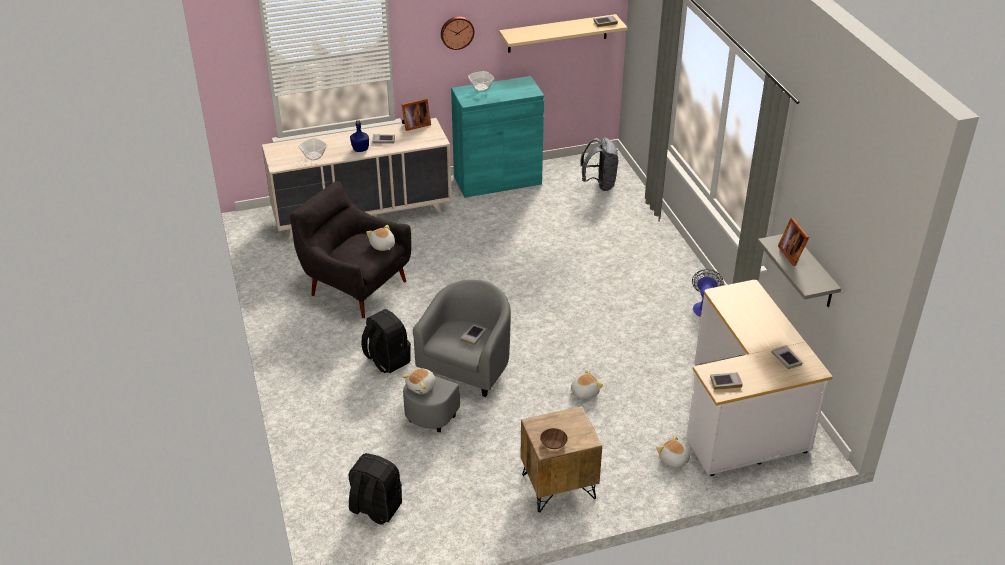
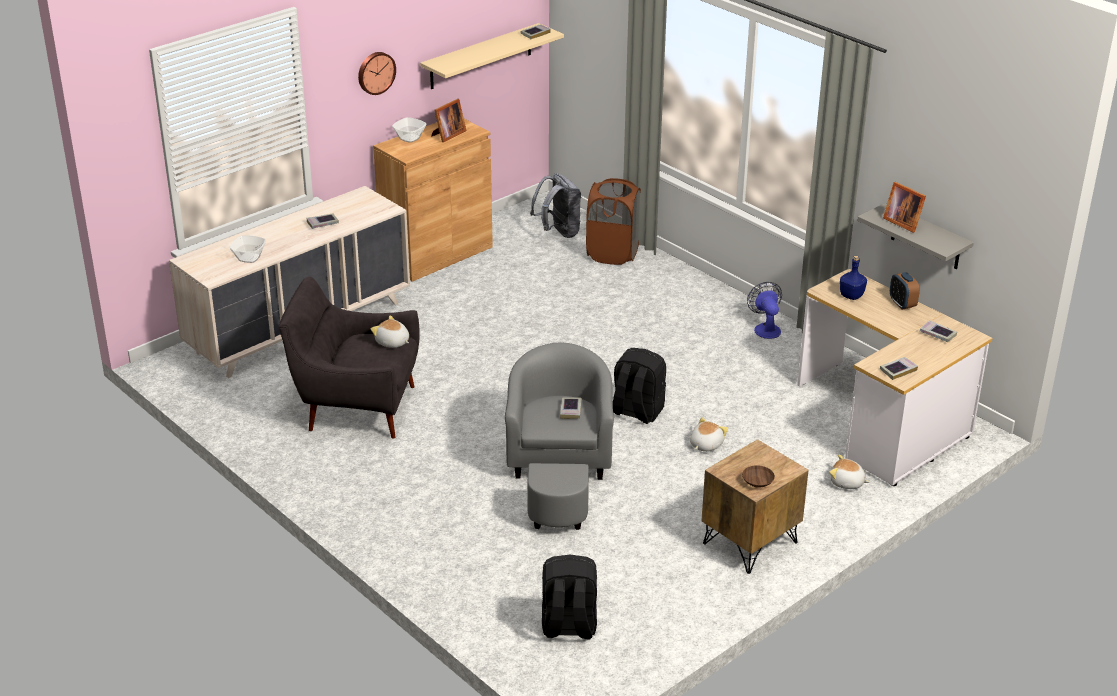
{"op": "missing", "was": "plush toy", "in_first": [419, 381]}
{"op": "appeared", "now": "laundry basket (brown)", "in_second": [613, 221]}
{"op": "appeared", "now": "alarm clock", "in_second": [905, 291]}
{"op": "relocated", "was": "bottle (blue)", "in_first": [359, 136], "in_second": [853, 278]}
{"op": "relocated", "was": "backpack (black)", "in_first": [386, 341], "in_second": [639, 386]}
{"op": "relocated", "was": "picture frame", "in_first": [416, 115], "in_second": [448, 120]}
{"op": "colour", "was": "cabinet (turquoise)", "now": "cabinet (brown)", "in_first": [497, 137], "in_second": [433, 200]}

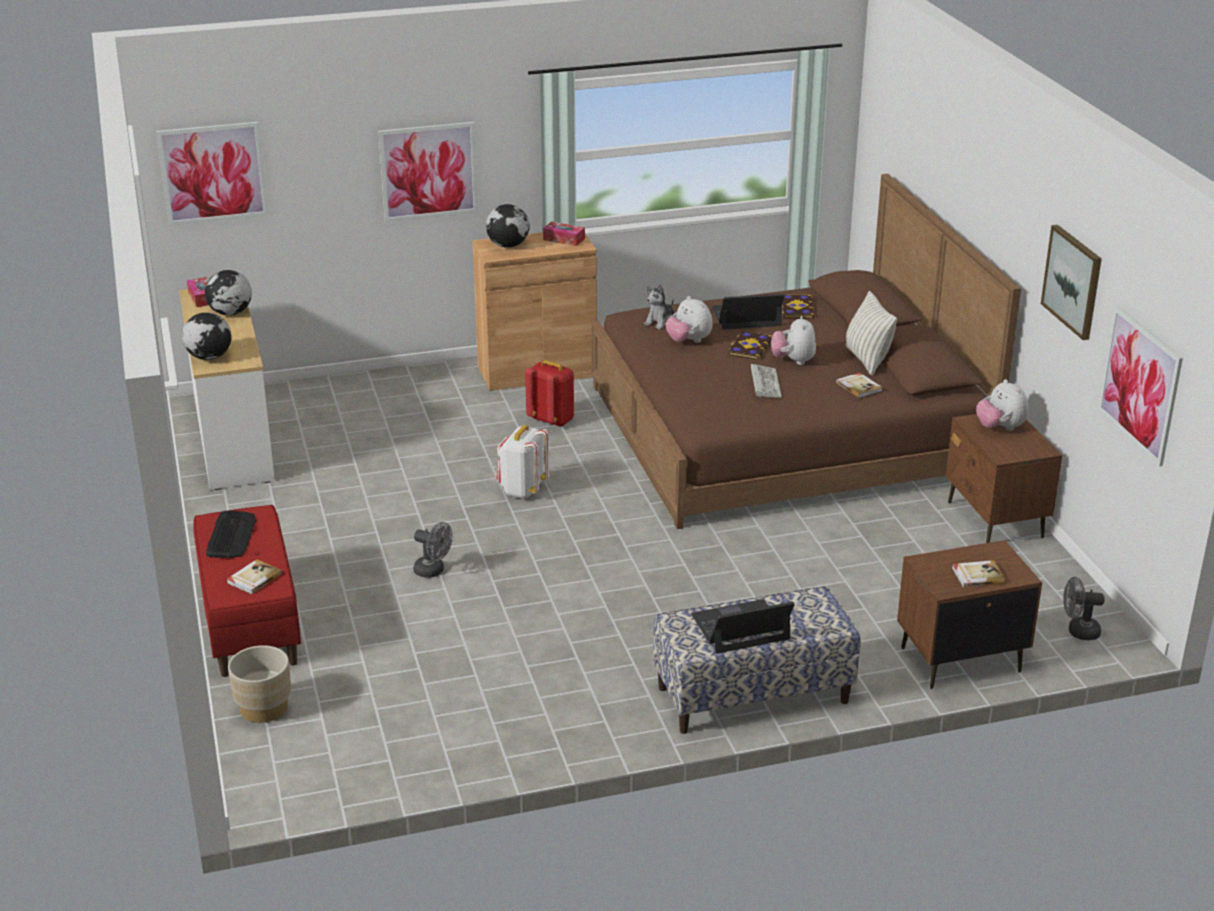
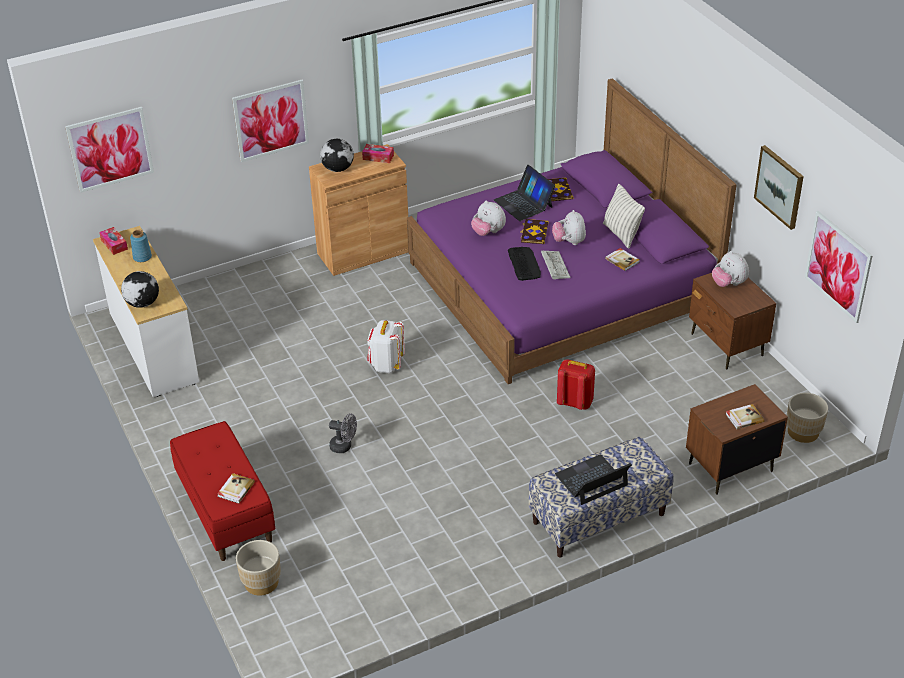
{"op": "missing", "was": "plush toy", "in_first": [659, 307]}
{"op": "relocated", "was": "keyboard", "in_first": [231, 534], "in_second": [524, 264]}
{"op": "relocated", "was": "backpack (red)", "in_first": [549, 393], "in_second": [576, 384]}
{"op": "exchanged", "was": "globe", "now": "vase (blue)", "in_first": [228, 292], "in_second": [141, 246]}
{"op": "exchanged", "was": "fan (grey)", "now": "planter (beige)", "in_first": [1084, 608], "in_second": [807, 418]}
{"op": "colour", "was": "bed (brown)", "now": "bed (purple)", "in_first": [806, 351], "in_second": [572, 231]}
{"op": "spun", "was": "laptop", "in_first": [748, 312], "in_second": [524, 193], "clockwise": -105}

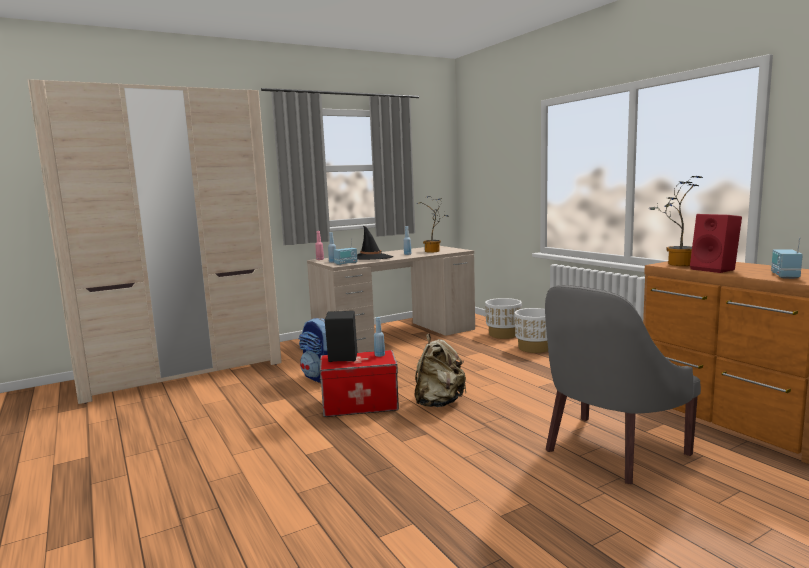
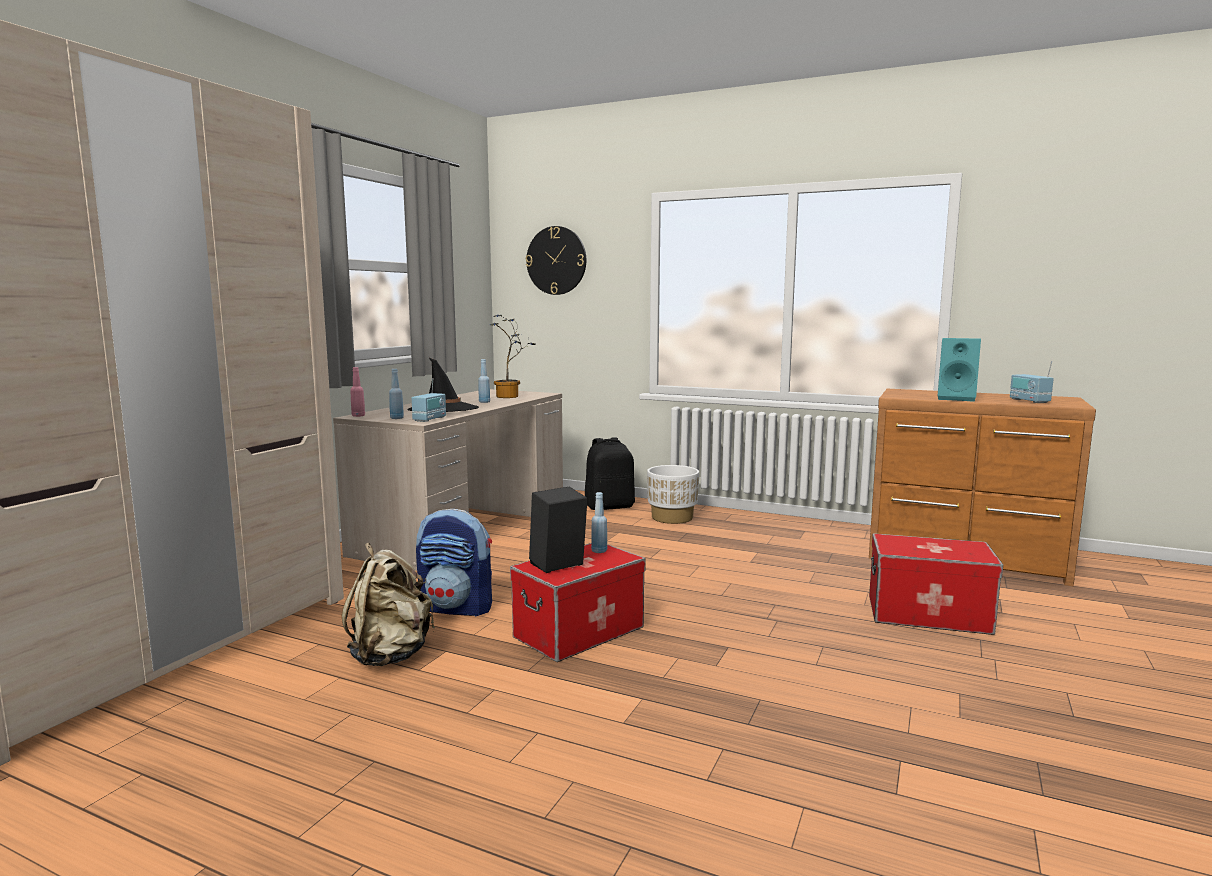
{"op": "missing", "was": "potted plant", "in_first": [675, 221]}
{"op": "appeared", "now": "wall clock", "in_second": [556, 260]}
{"op": "relocated", "was": "backpack (beige)", "in_first": [440, 370], "in_second": [388, 604]}
{"op": "exchanged", "was": "planter (white)", "now": "backpack (black)", "in_first": [503, 318], "in_second": [610, 473]}
{"op": "exchanged", "was": "armchair (grey)", "now": "storage box", "in_first": [623, 384], "in_second": [936, 584]}
{"op": "colour", "was": "speaker (red)", "now": "speaker (turquoise)", "in_first": [716, 243], "in_second": [959, 370]}

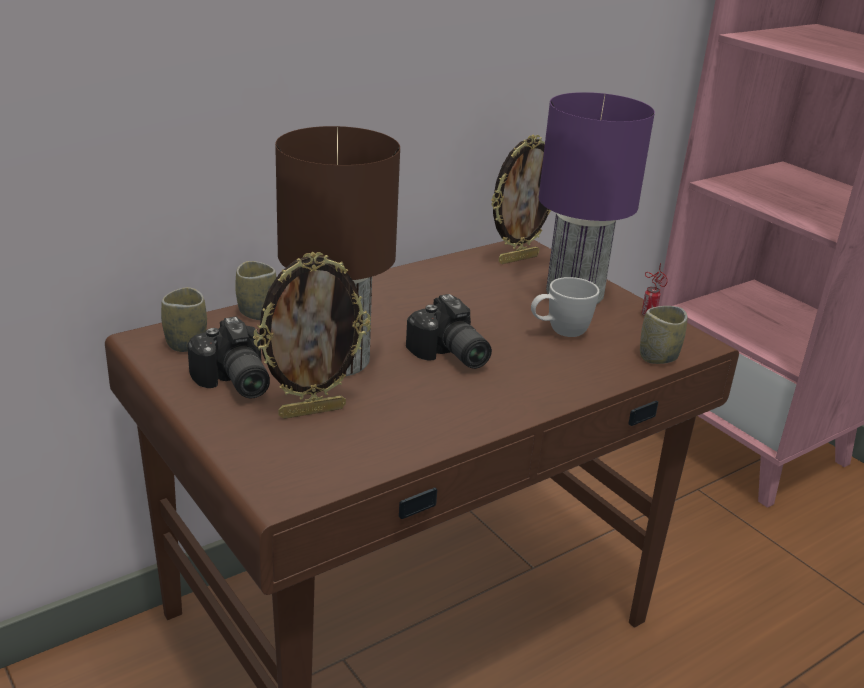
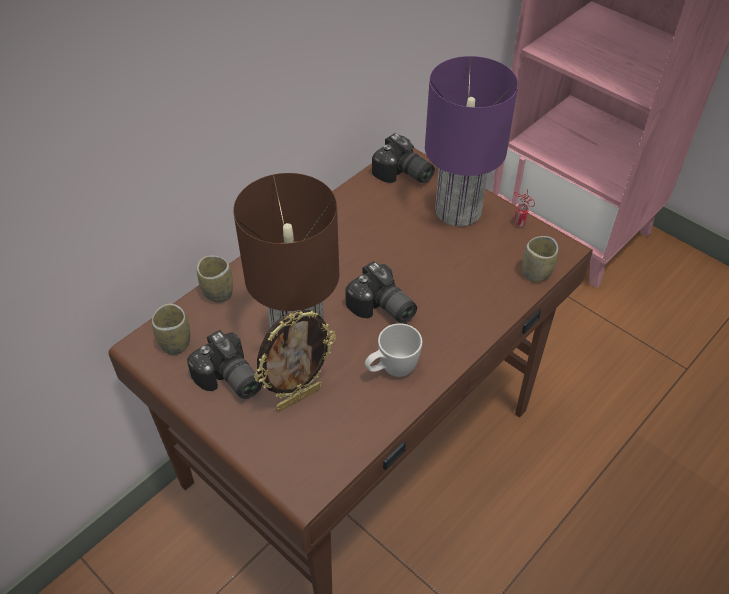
{"op": "relocated", "was": "mug (white)", "in_first": [565, 307], "in_second": [393, 350]}
{"op": "exchanged", "was": "picture frame", "now": "photo camera", "in_first": [521, 199], "in_second": [403, 158]}

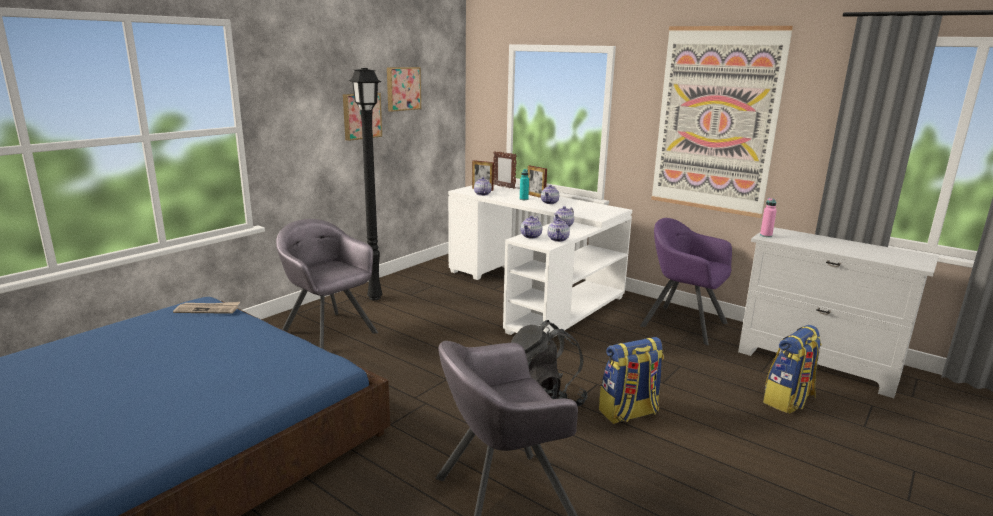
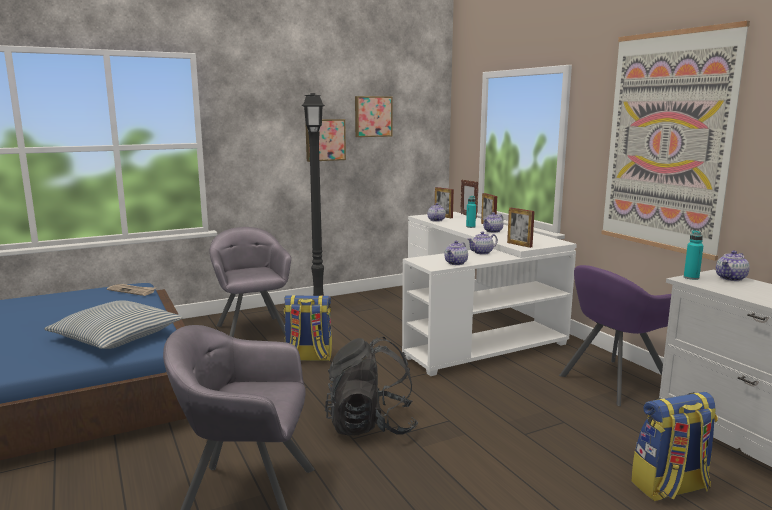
{"op": "appeared", "now": "pillow", "in_second": [113, 324]}
{"op": "appeared", "now": "picture frame", "in_second": [521, 228]}
{"op": "relocated", "was": "teapot", "in_first": [531, 227], "in_second": [733, 266]}
{"op": "relocated", "was": "backpack", "in_first": [631, 380], "in_second": [307, 328]}
{"op": "colour", "was": "bottle (pink)", "now": "bottle (turquoise)", "in_first": [768, 217], "in_second": [693, 255]}
{"op": "spun", "was": "armchair (purple)", "in_first": [686, 281], "in_second": [615, 335], "clockwise": -90}

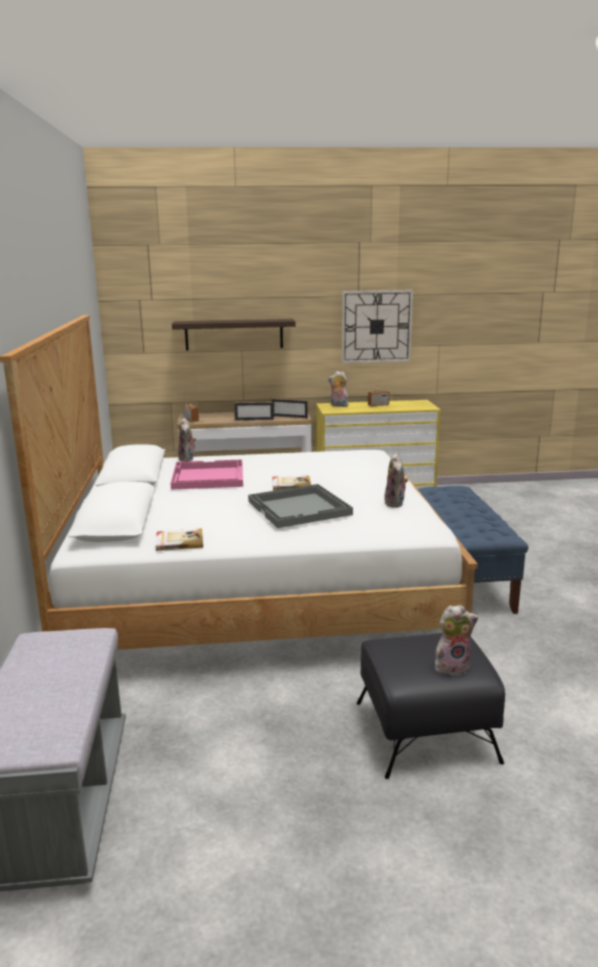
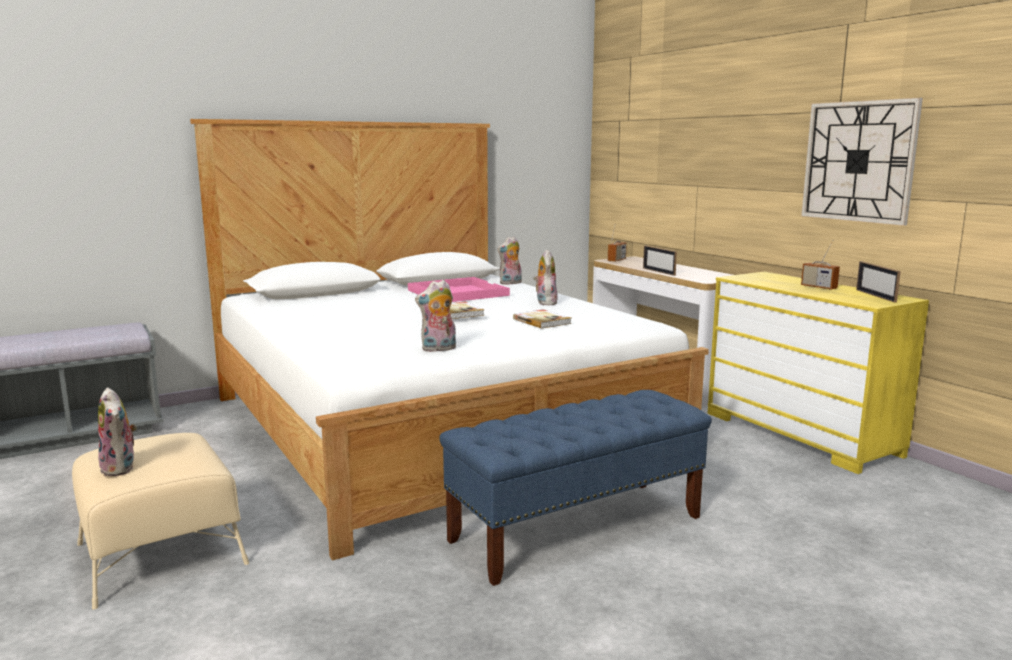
{"op": "missing", "was": "shelf", "in_first": [233, 334]}
{"op": "missing", "was": "tray (grey)", "in_first": [300, 506]}
{"op": "relocated", "was": "book", "in_first": [179, 539], "in_second": [542, 319]}
{"op": "relocated", "was": "picture frame", "in_first": [289, 409], "in_second": [878, 281]}
{"op": "relocated", "was": "plush toy", "in_first": [338, 389], "in_second": [546, 277]}
{"op": "colour", "was": "ottoman (black)", "now": "ottoman (beige)", "in_first": [431, 706], "in_second": [160, 521]}

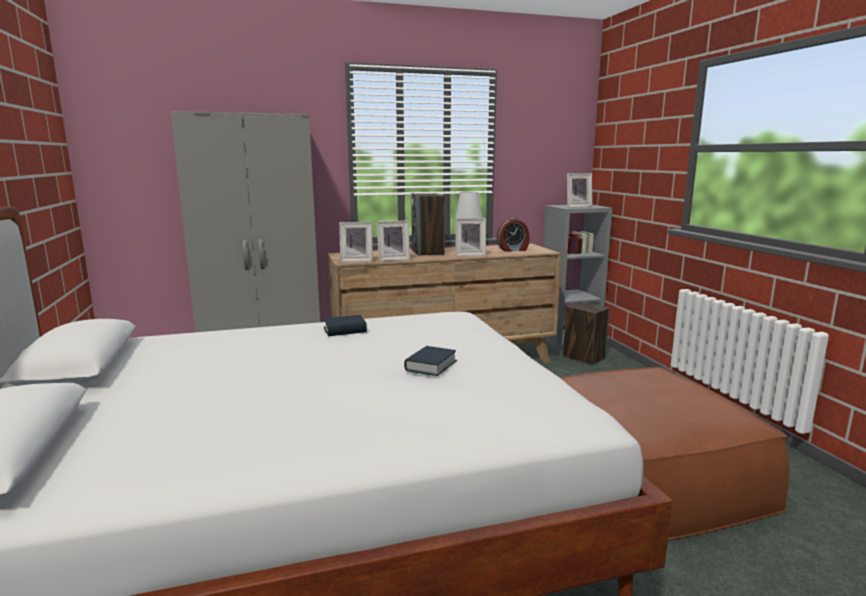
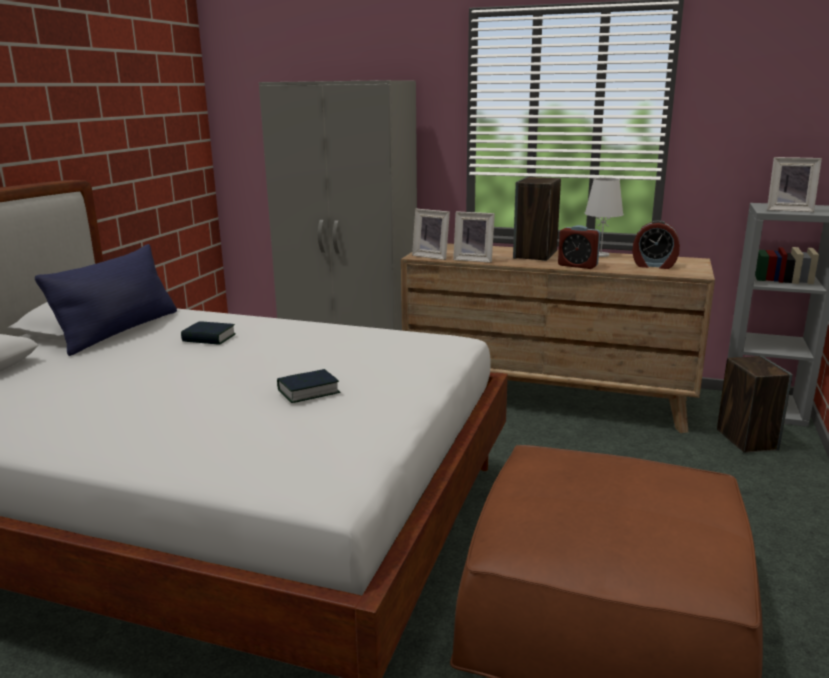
{"op": "appeared", "now": "pillow (blue)", "in_second": [106, 300]}
{"op": "relocated", "was": "book", "in_first": [345, 325], "in_second": [208, 333]}
{"op": "exchanged", "was": "picture frame", "now": "alarm clock", "in_first": [470, 237], "in_second": [579, 247]}

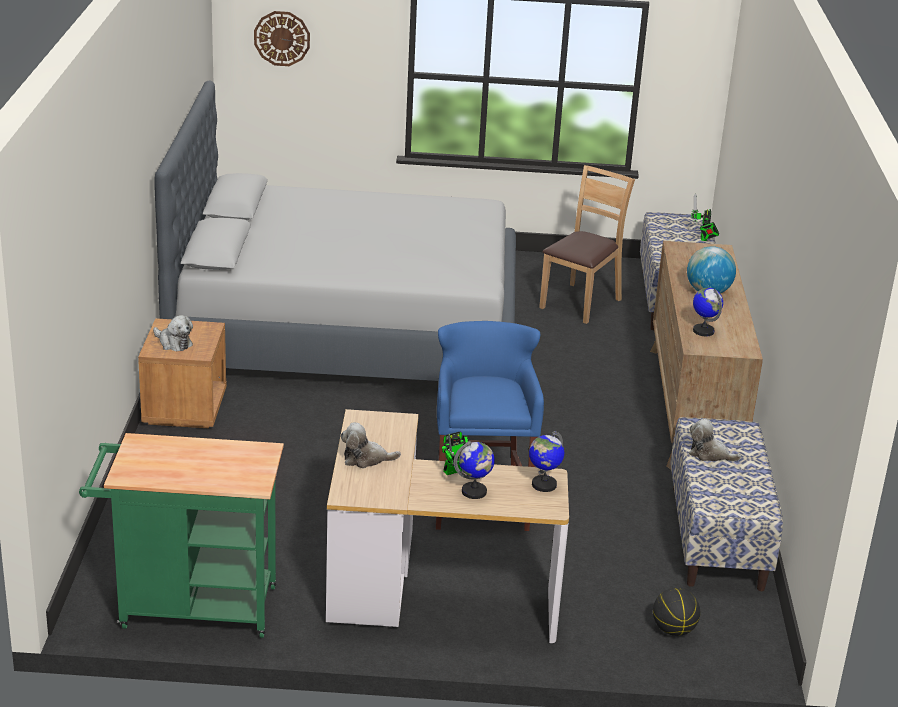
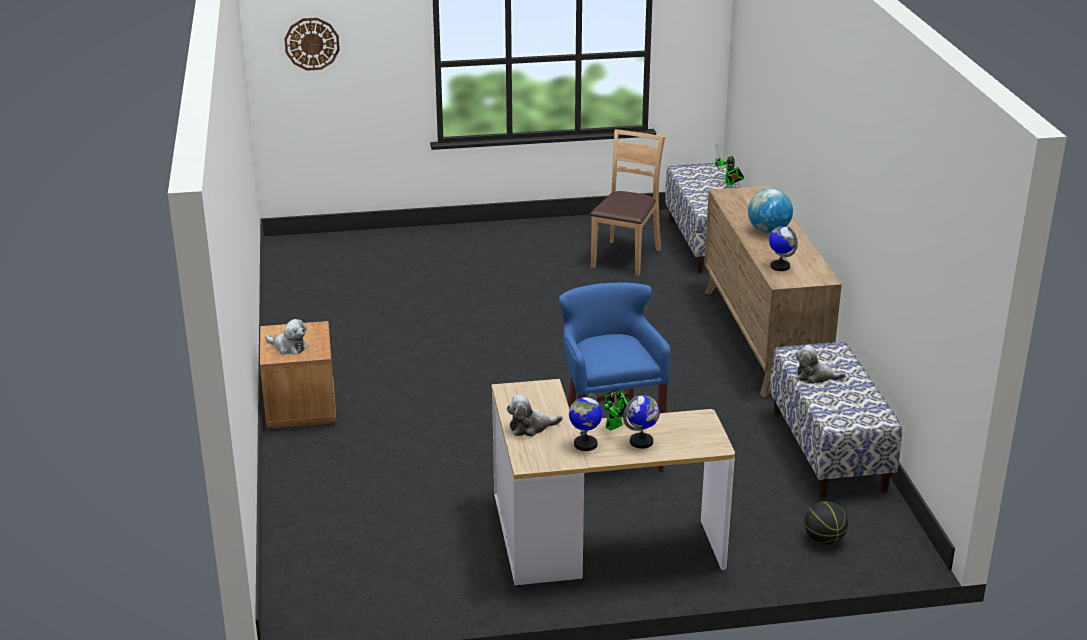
{"op": "missing", "was": "cart (green)", "in_first": [181, 535]}
{"op": "missing", "was": "bed (grey)", "in_first": [335, 230]}
{"op": "relocated", "was": "globe", "in_first": [546, 461], "in_second": [585, 422]}

